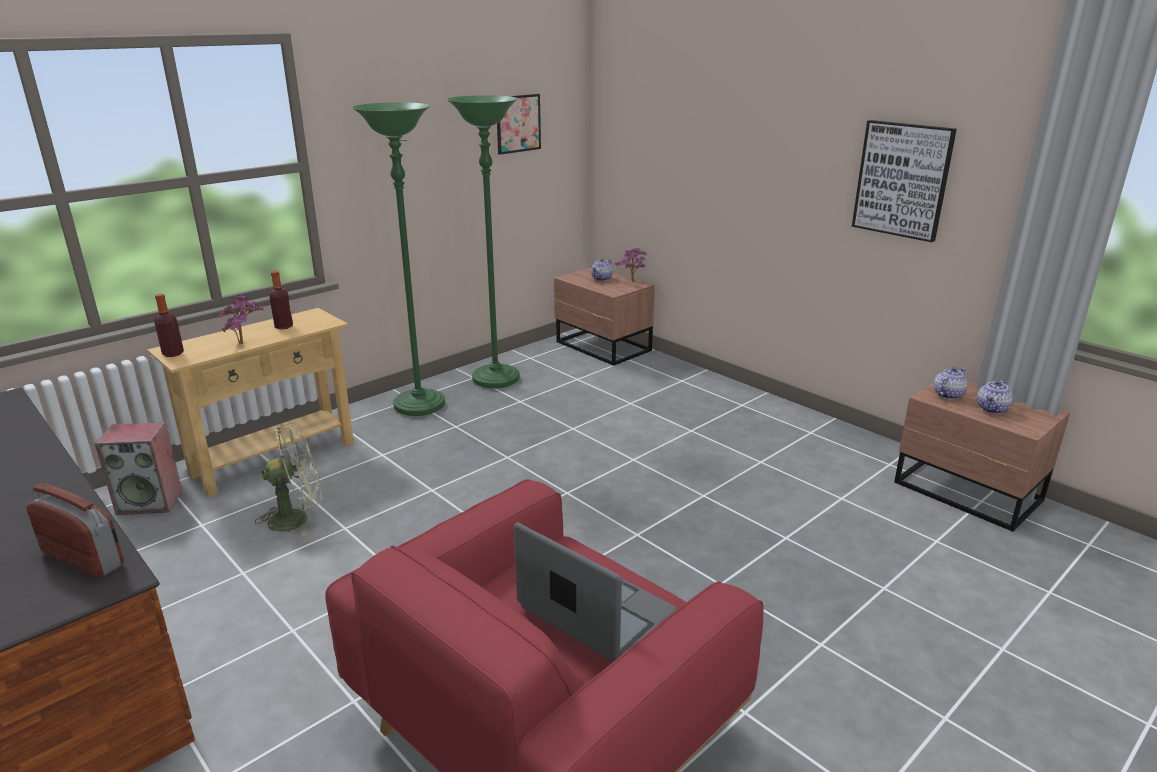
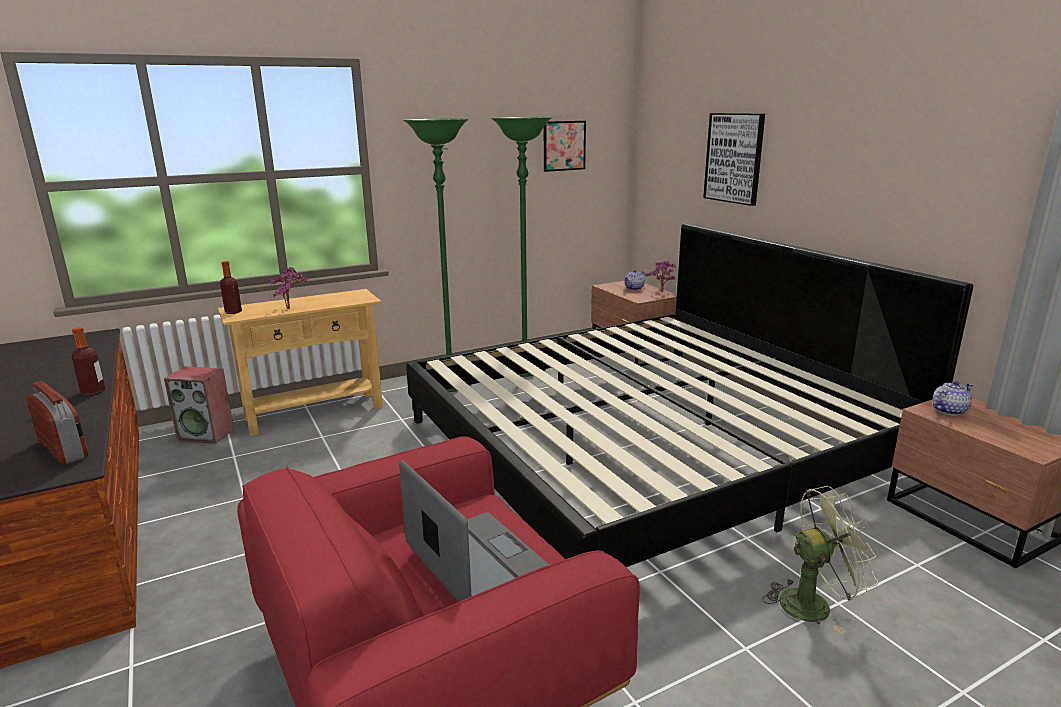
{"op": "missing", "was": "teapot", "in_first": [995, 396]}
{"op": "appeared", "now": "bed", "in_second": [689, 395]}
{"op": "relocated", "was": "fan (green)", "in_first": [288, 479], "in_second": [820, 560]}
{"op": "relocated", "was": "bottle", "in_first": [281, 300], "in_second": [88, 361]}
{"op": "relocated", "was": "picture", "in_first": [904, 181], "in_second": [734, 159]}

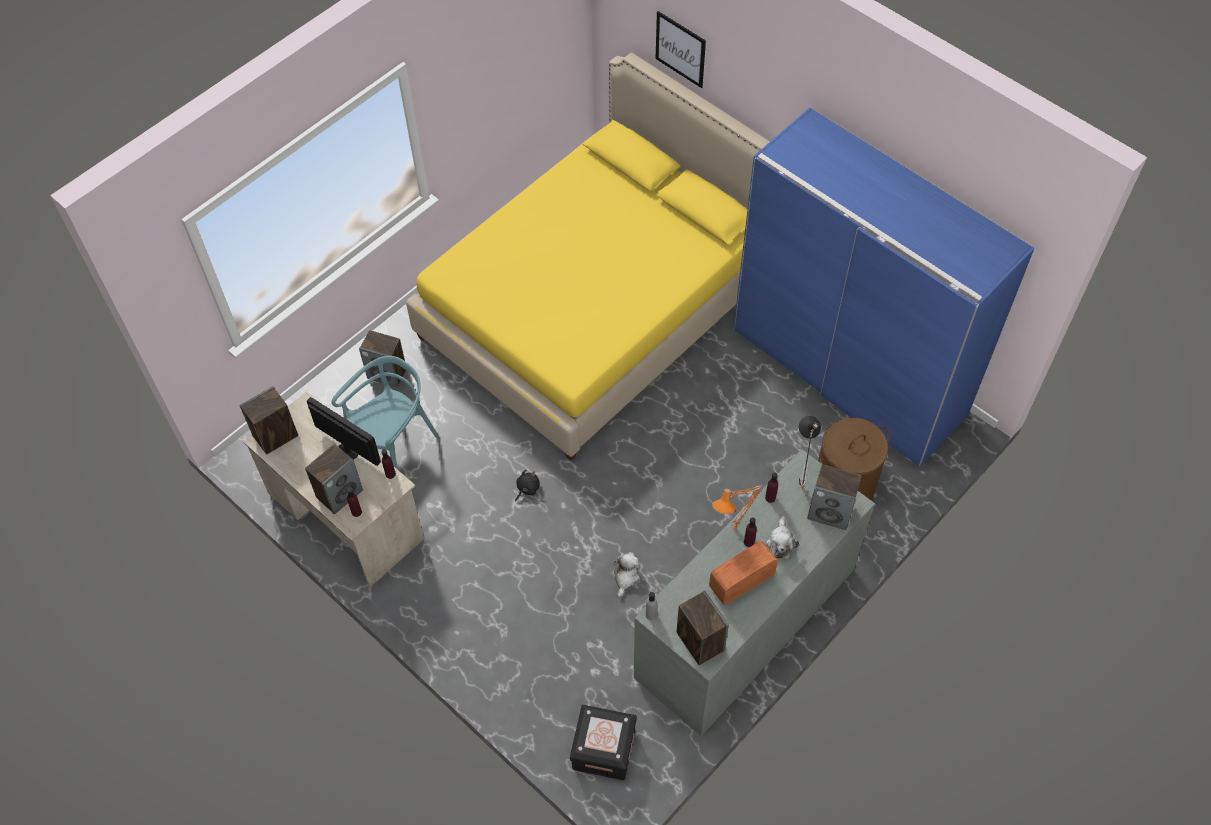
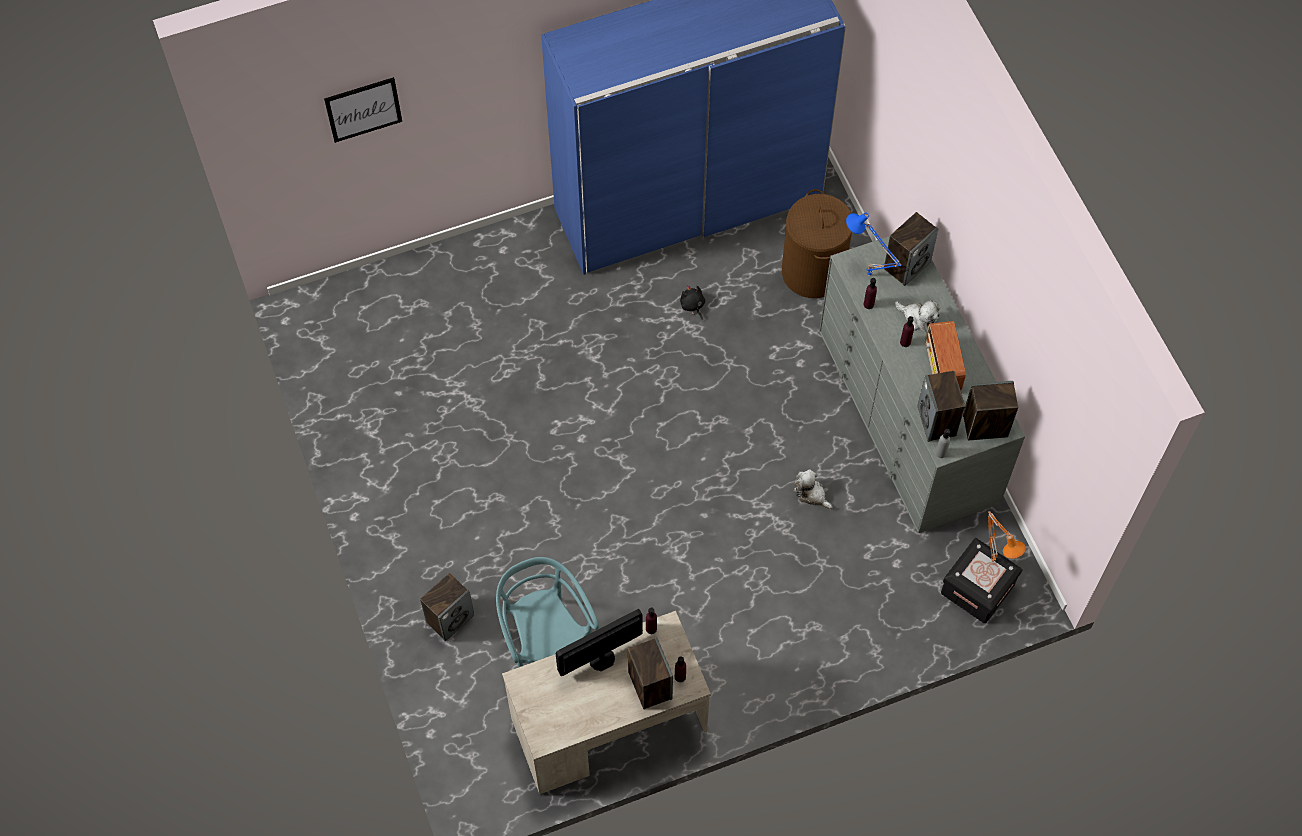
{"op": "missing", "was": "bed (yellow)", "in_first": [588, 257]}
{"op": "relocated", "was": "speaker", "in_first": [269, 420], "in_second": [941, 406]}
{"op": "relocated", "was": "plush toy (black)", "in_first": [527, 485], "in_second": [692, 302]}
{"op": "relocated", "was": "table lamp (orange)", "in_first": [737, 508], "in_second": [1007, 536]}
{"op": "colour", "was": "table lamp (black)", "now": "table lamp (blue)", "in_first": [810, 453], "in_second": [873, 244]}

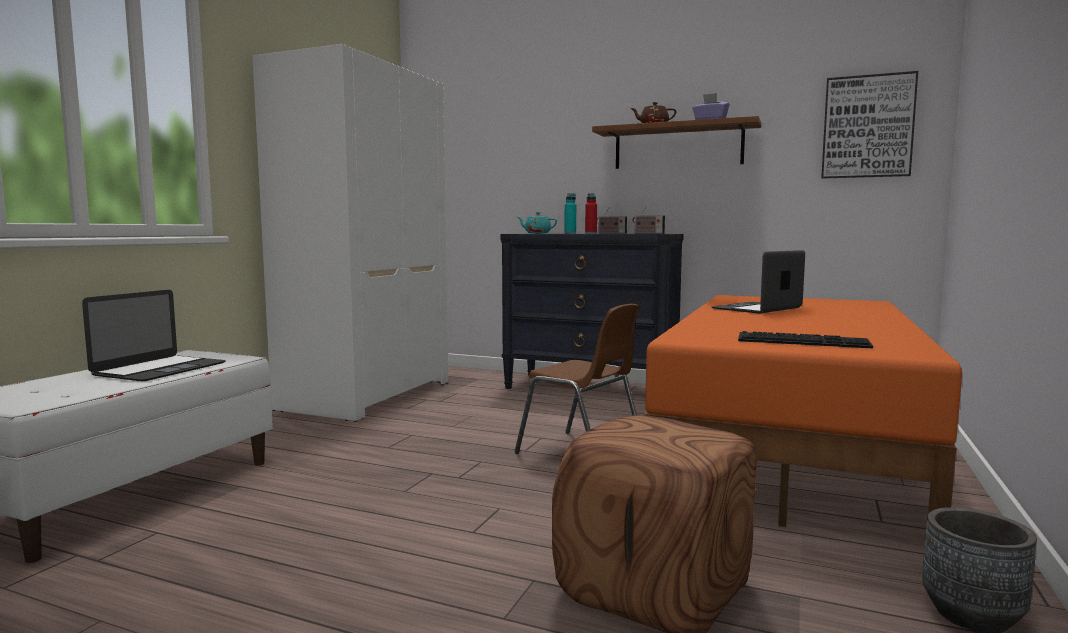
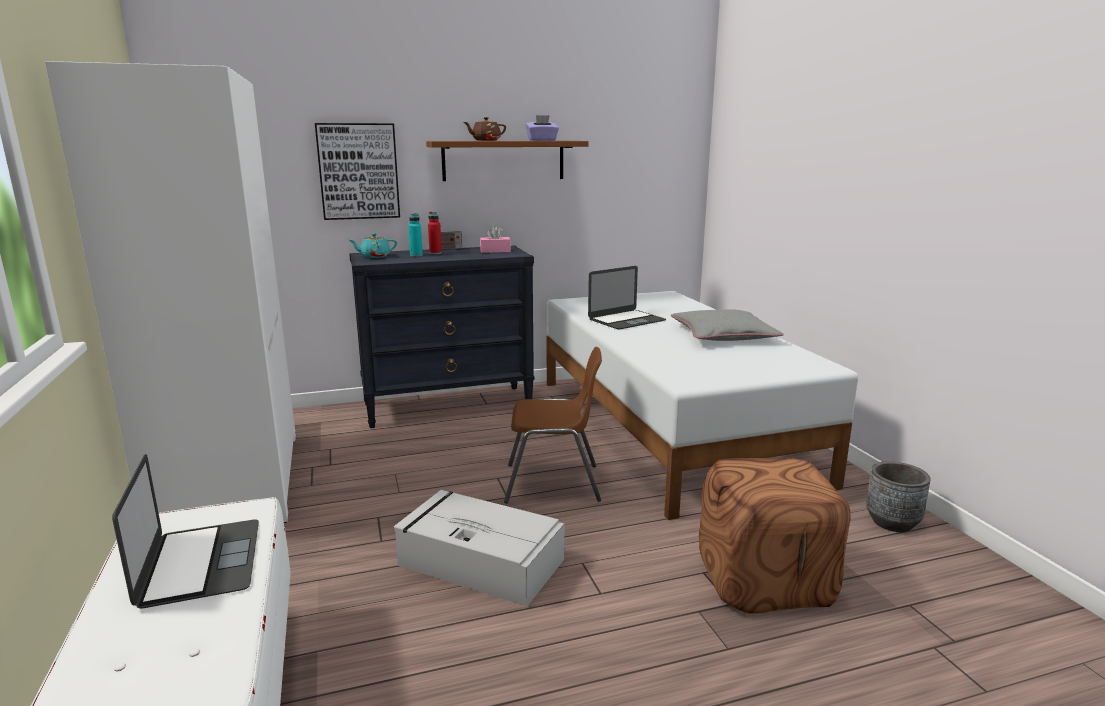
{"op": "missing", "was": "keyboard", "in_first": [805, 339]}
{"op": "appeared", "now": "storage box (grey)", "in_second": [479, 548]}
{"op": "appeared", "now": "pillow (grey)", "in_second": [727, 325]}
{"op": "relocated", "was": "picture", "in_first": [869, 125], "in_second": [357, 171]}
{"op": "exchanged", "was": "radio", "now": "tissue box (pink)", "in_first": [648, 220], "in_second": [495, 239]}
{"op": "colour", "was": "bed (orange)", "now": "bed (white)", "in_first": [803, 411], "in_second": [702, 405]}
{"op": "spun", "was": "laptop", "in_first": [758, 282], "in_second": [627, 297], "clockwise": -135}

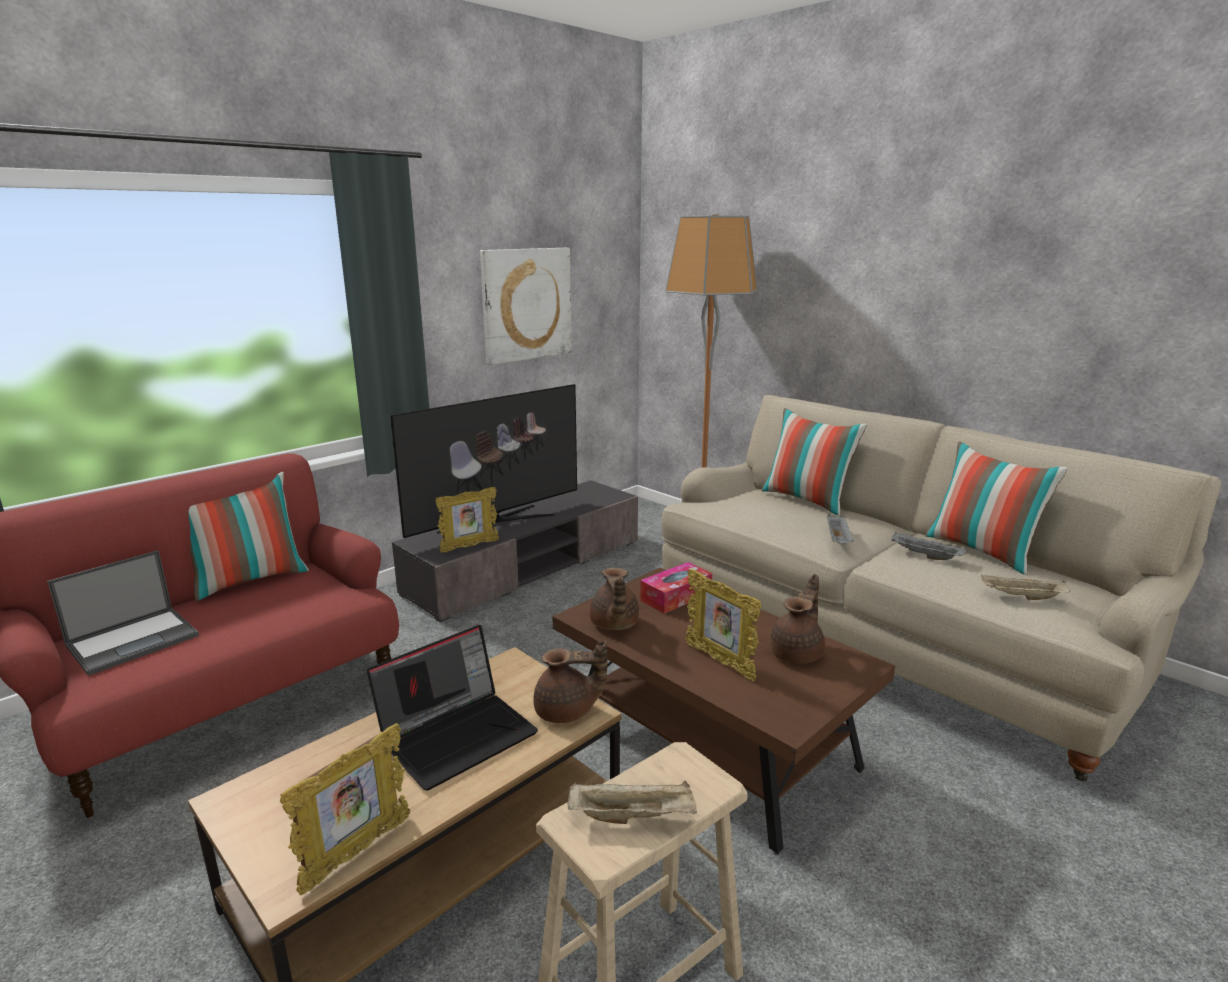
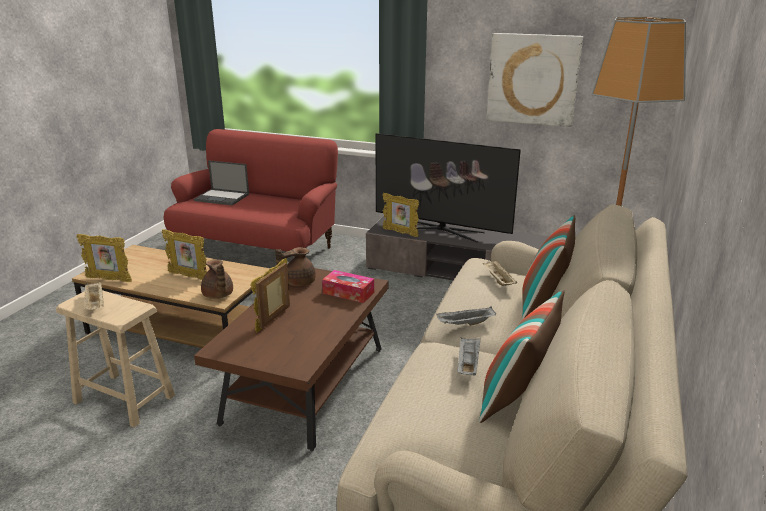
{"op": "missing", "was": "pillow", "in_first": [248, 536]}
{"op": "missing", "was": "teapot (brown)", "in_first": [797, 618]}
{"op": "relocated", "was": "tray (beige)", "in_first": [1026, 587], "in_second": [500, 273]}
{"op": "exchanged", "was": "laptop", "now": "picture frame", "in_first": [452, 708], "in_second": [184, 254]}

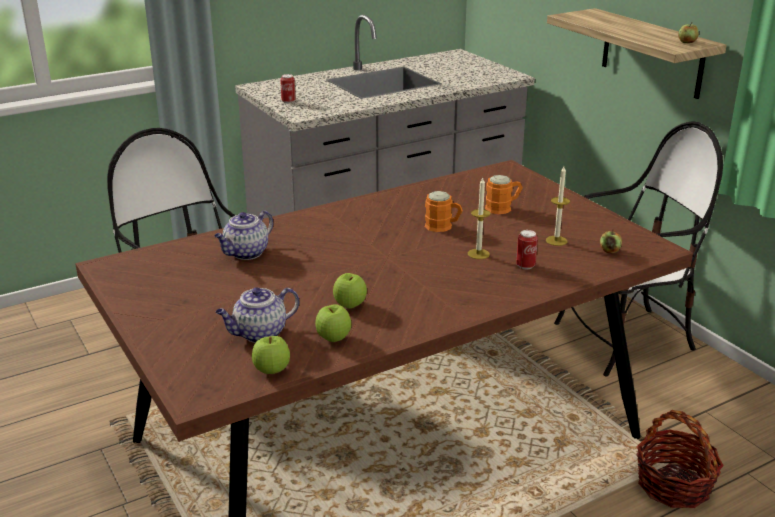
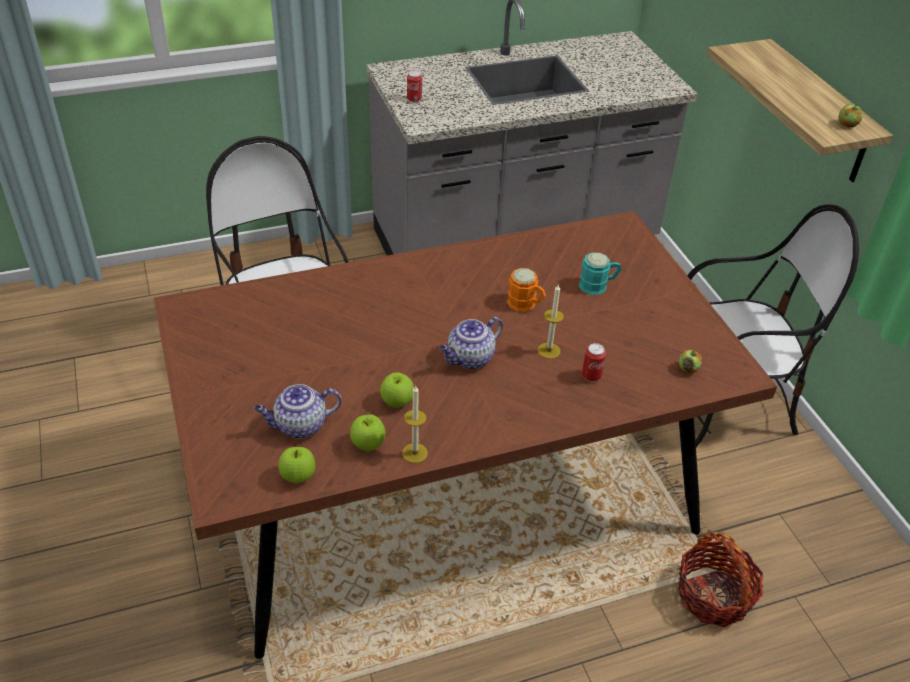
{"op": "relocated", "was": "teapot", "in_first": [243, 235], "in_second": [471, 343]}
{"op": "relocated", "was": "candle", "in_first": [558, 206], "in_second": [415, 424]}
{"op": "colour", "was": "mug (orange)", "now": "mug (turquoise)", "in_first": [504, 194], "in_second": [600, 274]}

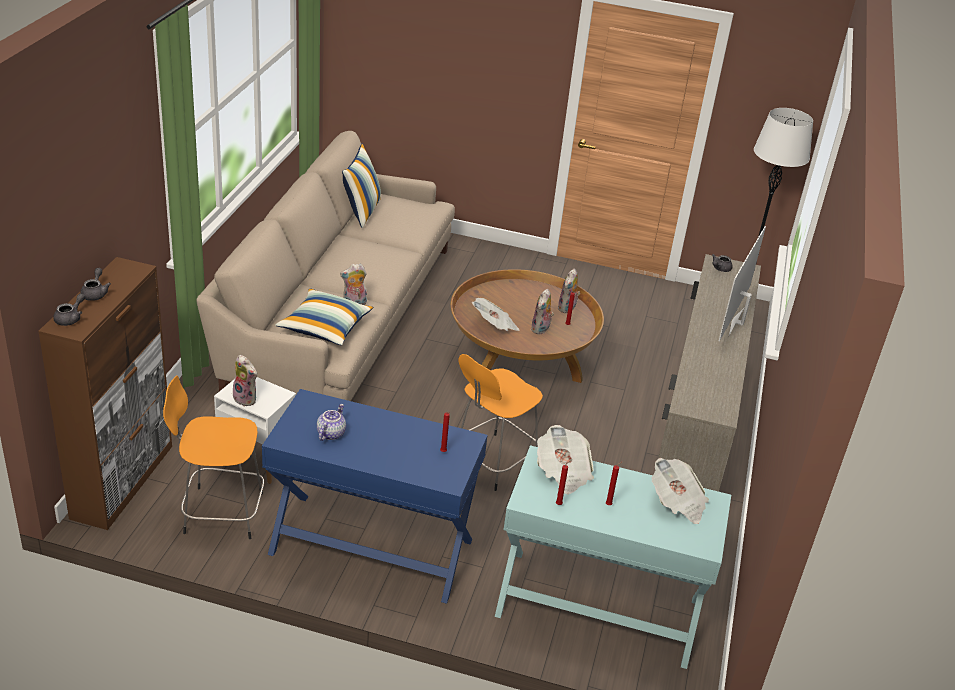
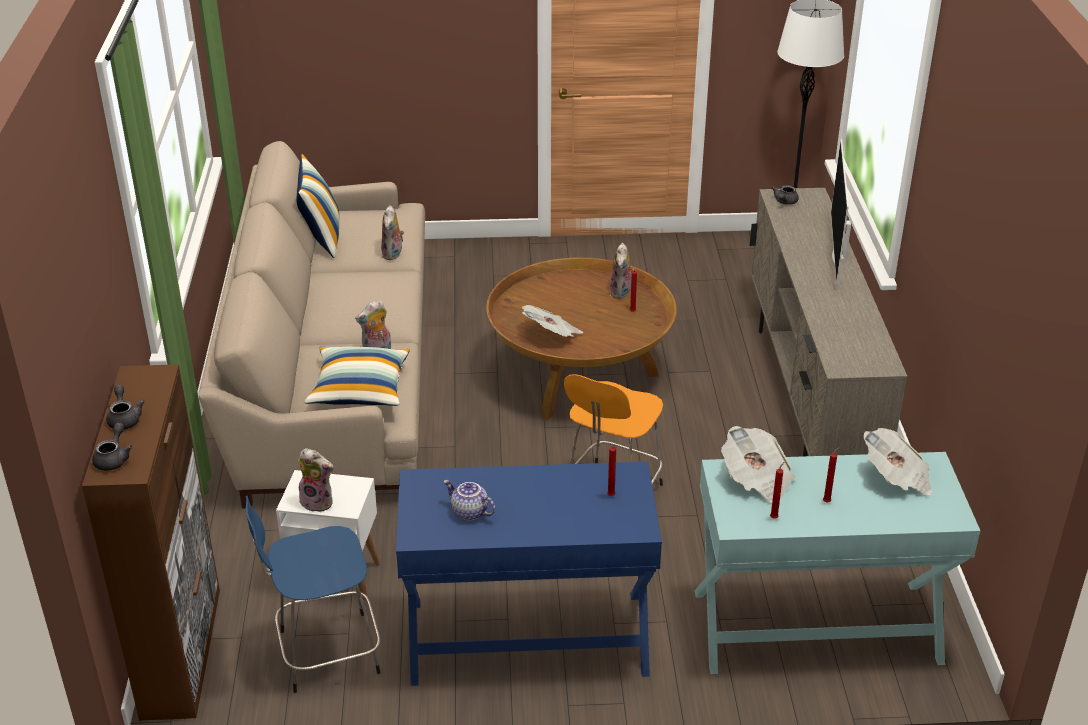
{"op": "relocated", "was": "plush toy", "in_first": [542, 312], "in_second": [392, 232]}
{"op": "colour", "was": "stool (orange)", "now": "stool (blue)", "in_first": [213, 457], "in_second": [313, 594]}
{"op": "spun", "was": "teapot", "in_first": [331, 422], "in_second": [470, 500], "clockwise": -60}

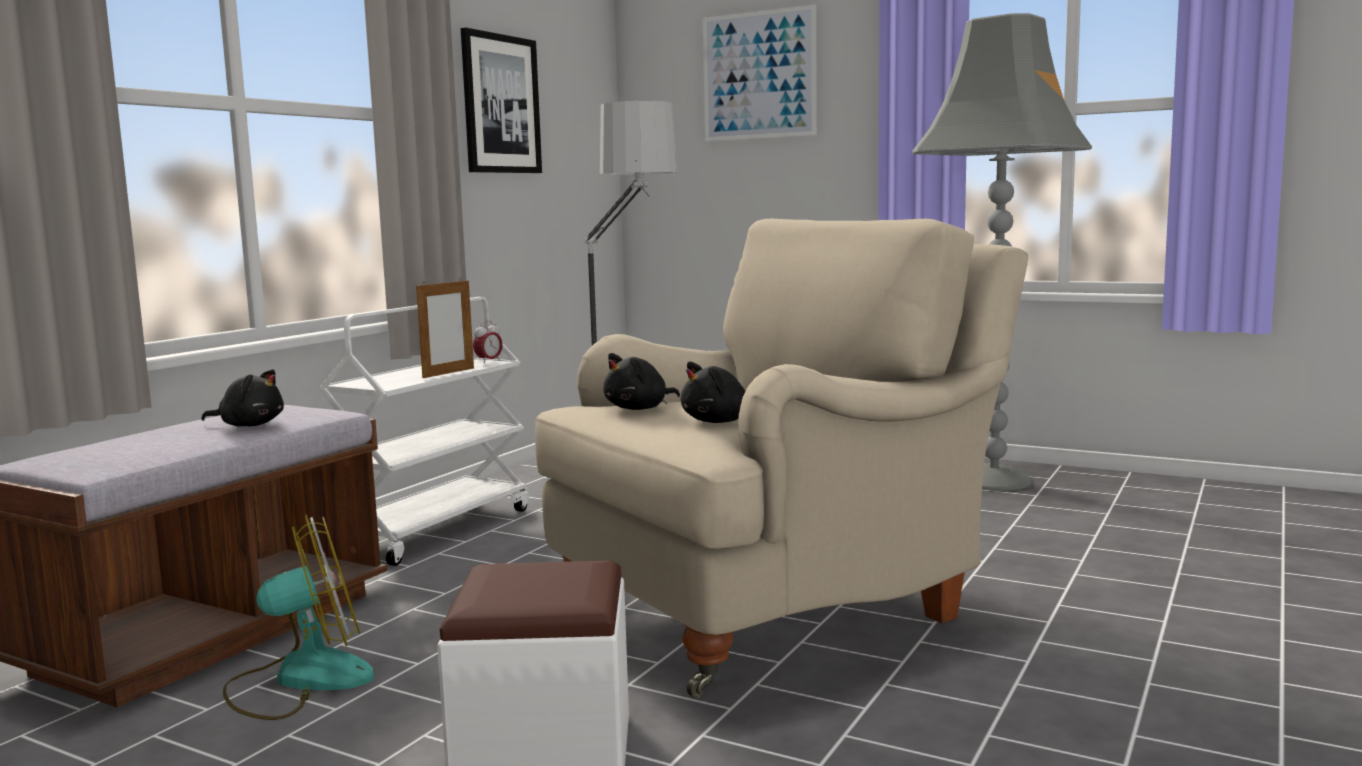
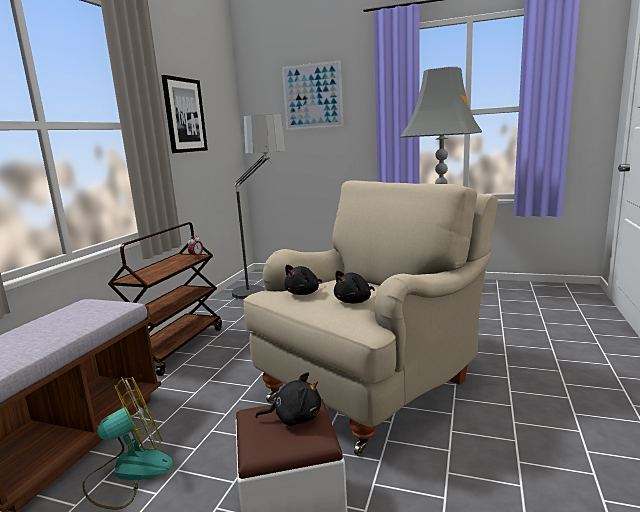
{"op": "missing", "was": "picture frame", "in_first": [445, 329]}
{"op": "relocated", "was": "plush toy (black)", "in_first": [242, 397], "in_second": [288, 399]}
{"op": "colour", "was": "cart (white)", "now": "cart (brown)", "in_first": [424, 431], "in_second": [165, 299]}

